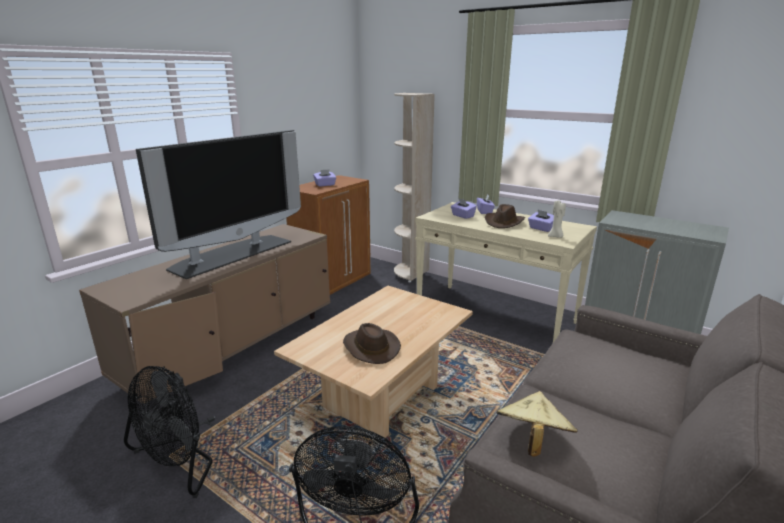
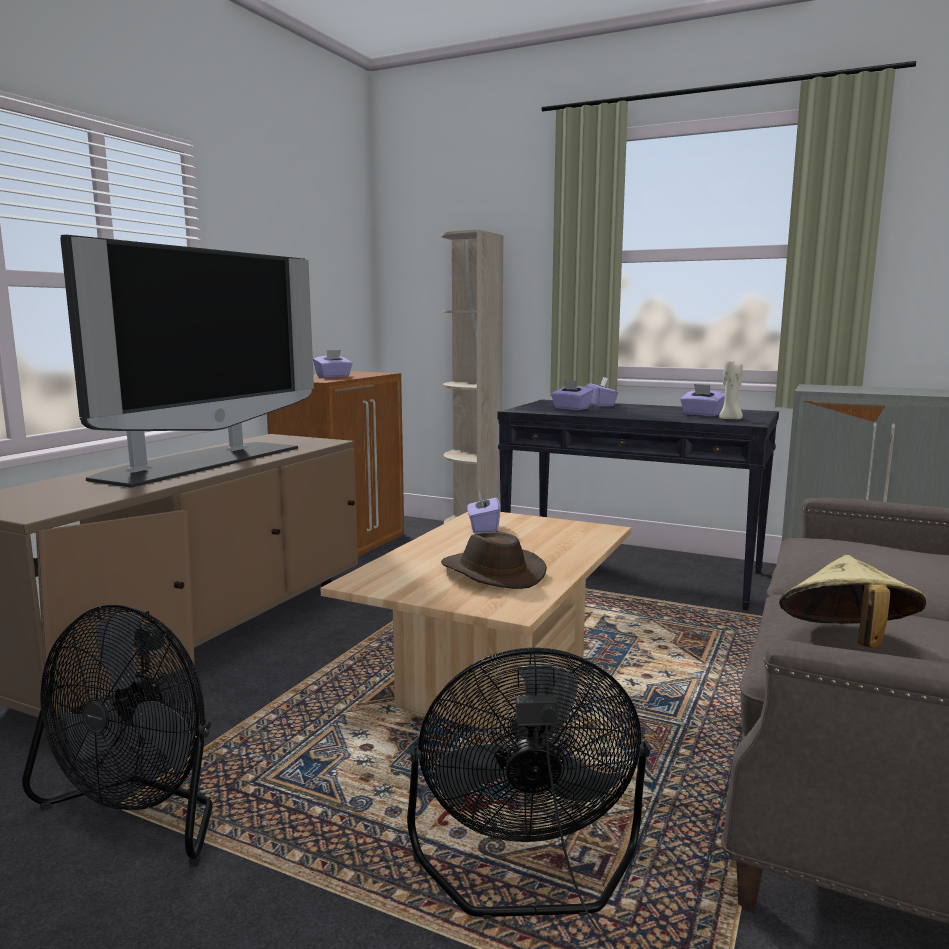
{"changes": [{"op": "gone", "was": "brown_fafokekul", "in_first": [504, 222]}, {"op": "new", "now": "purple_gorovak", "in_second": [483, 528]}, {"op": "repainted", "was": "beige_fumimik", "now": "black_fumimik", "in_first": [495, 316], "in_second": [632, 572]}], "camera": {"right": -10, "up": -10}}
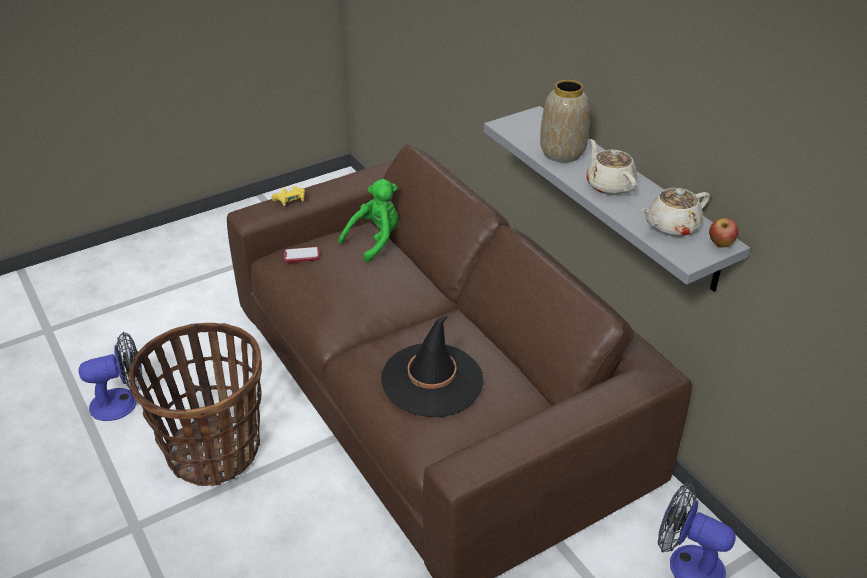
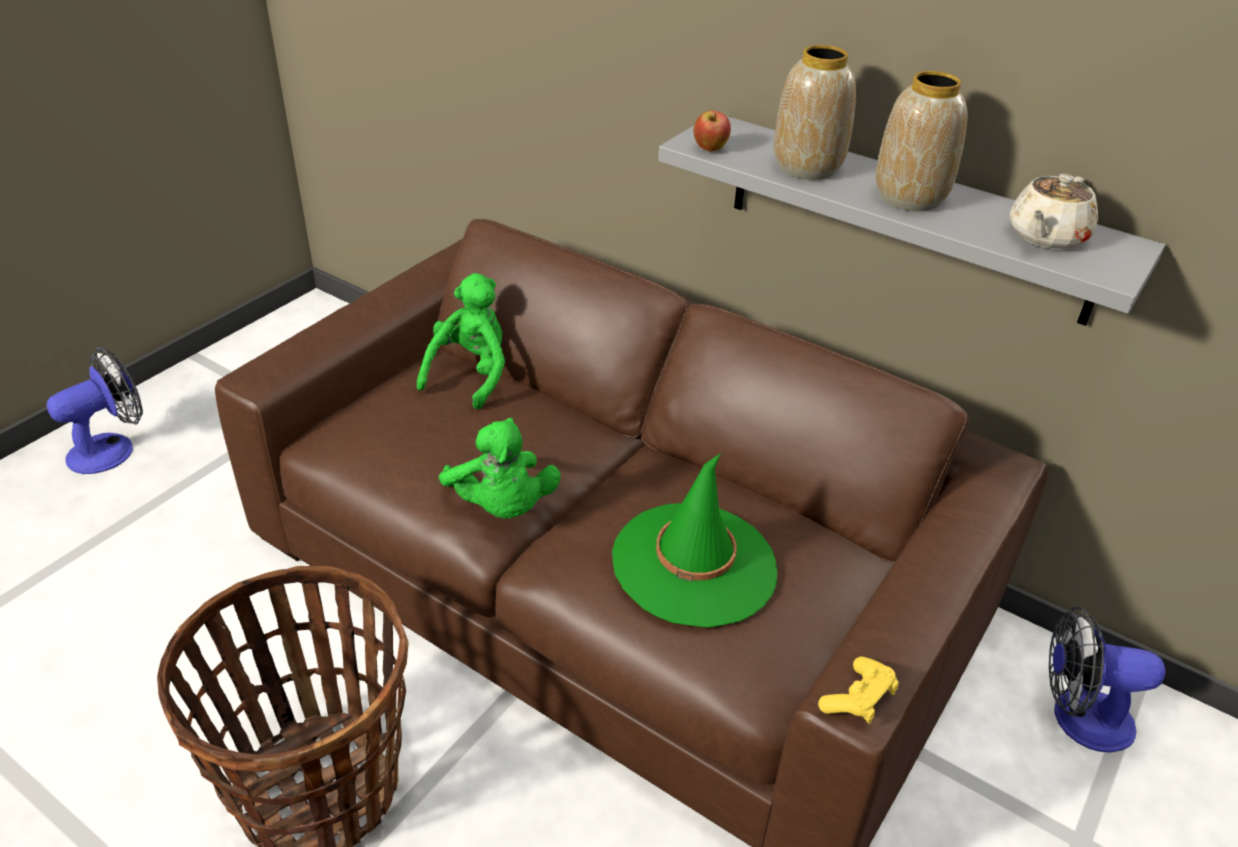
{"changes": [{"op": "gone", "was": "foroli", "in_first": [301, 256]}, {"op": "new", "now": "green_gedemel", "in_second": [502, 507]}, {"op": "shifted", "was": "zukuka", "in_first": [122, 402], "in_second": [112, 448]}, {"op": "shifted", "was": "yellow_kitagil", "in_first": [290, 201], "in_second": [858, 699]}, {"op": "shifted", "was": "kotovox", "in_first": [720, 244], "in_second": [710, 149]}, {"op": "swapped", "was": "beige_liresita", "now": "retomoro", "in_first": [609, 185], "in_second": [911, 198]}, {"op": "repainted", "was": "black_fafokekul", "now": "green_fafokekul", "in_first": [432, 380], "in_second": [694, 564]}], "camera": {"right": -25, "up": 0}}
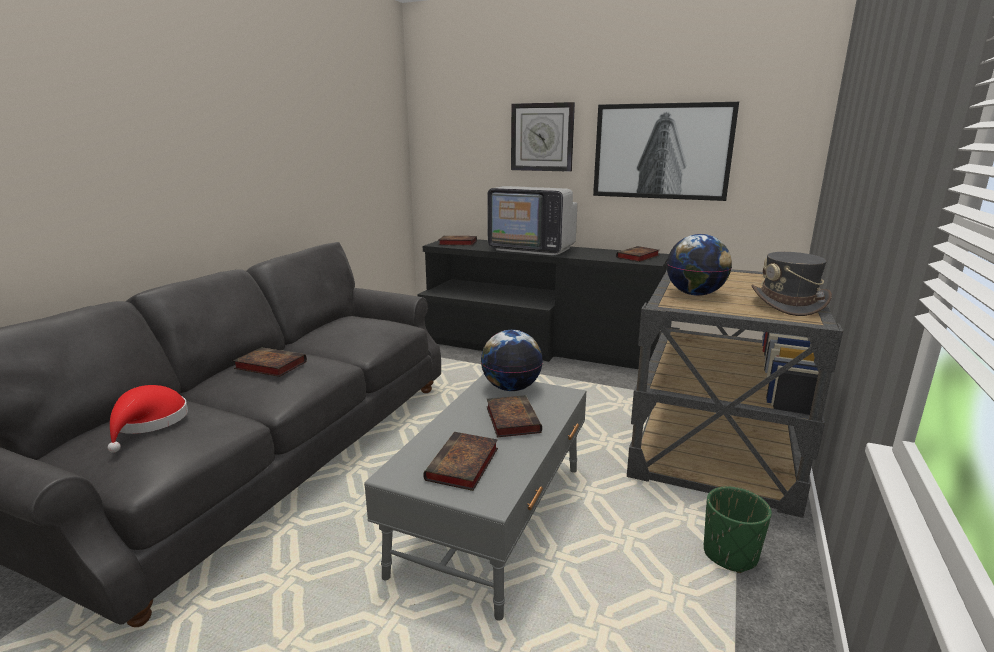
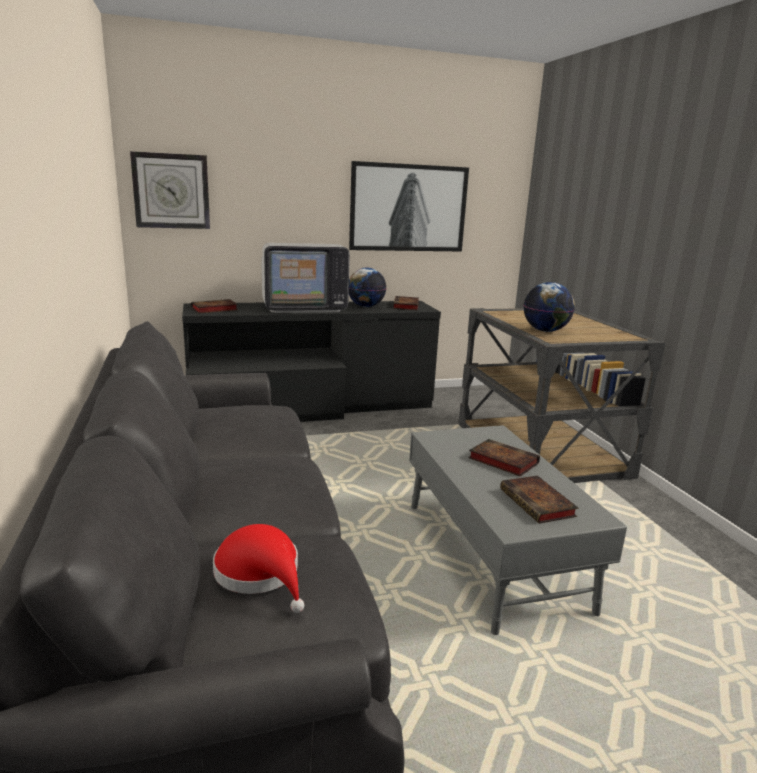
{"changes": [{"op": "gone", "was": "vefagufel", "in_first": [269, 365]}, {"op": "gone", "was": "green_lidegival", "in_first": [730, 554]}, {"op": "gone", "was": "grey_fafokekul", "in_first": [788, 304]}, {"op": "shifted", "was": "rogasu", "in_first": [511, 388], "in_second": [365, 306]}, {"op": "shifted", "was": "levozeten", "in_first": [542, 137], "in_second": [171, 191]}], "camera": {"right": -40, "up": 0}}
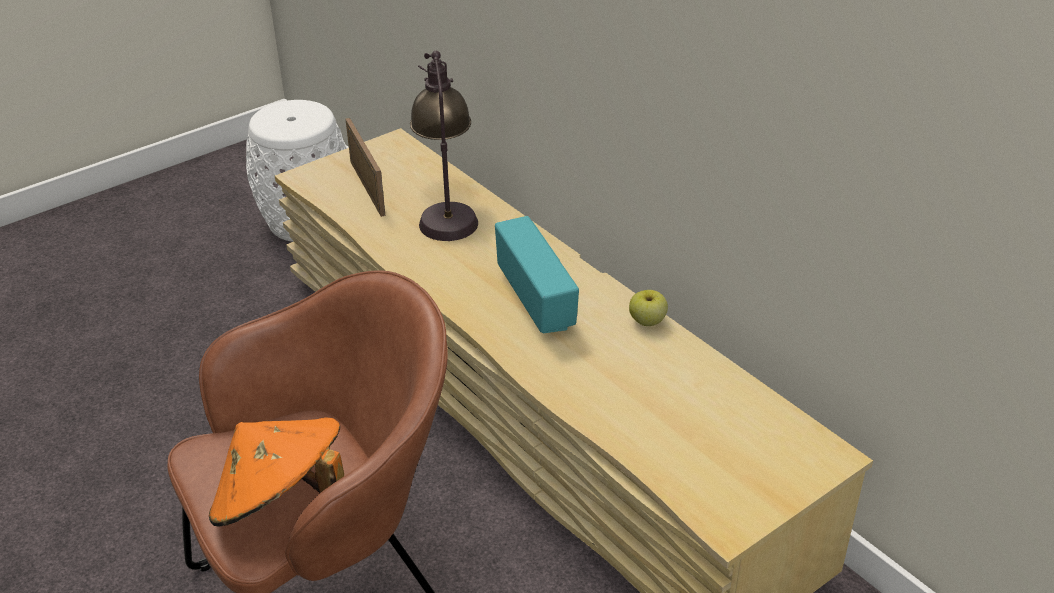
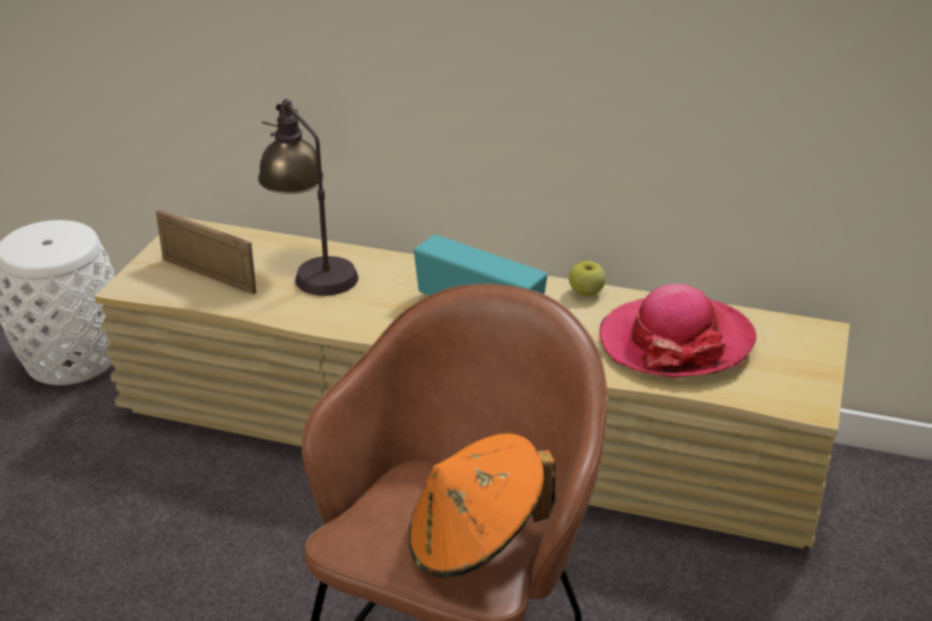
{"changes": [{"op": "new", "now": "fafokekul", "in_second": [676, 342]}], "camera": {"right": -35, "up": -5}}
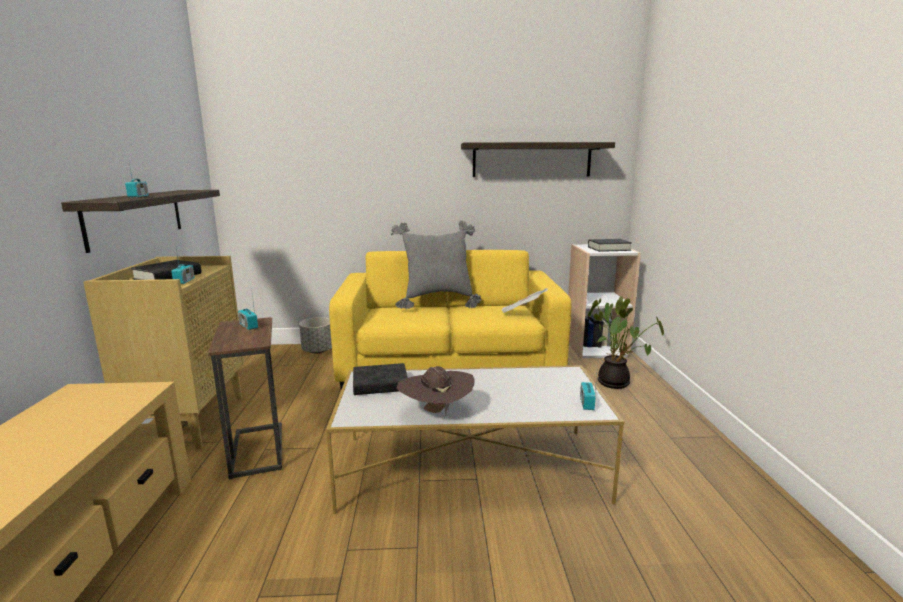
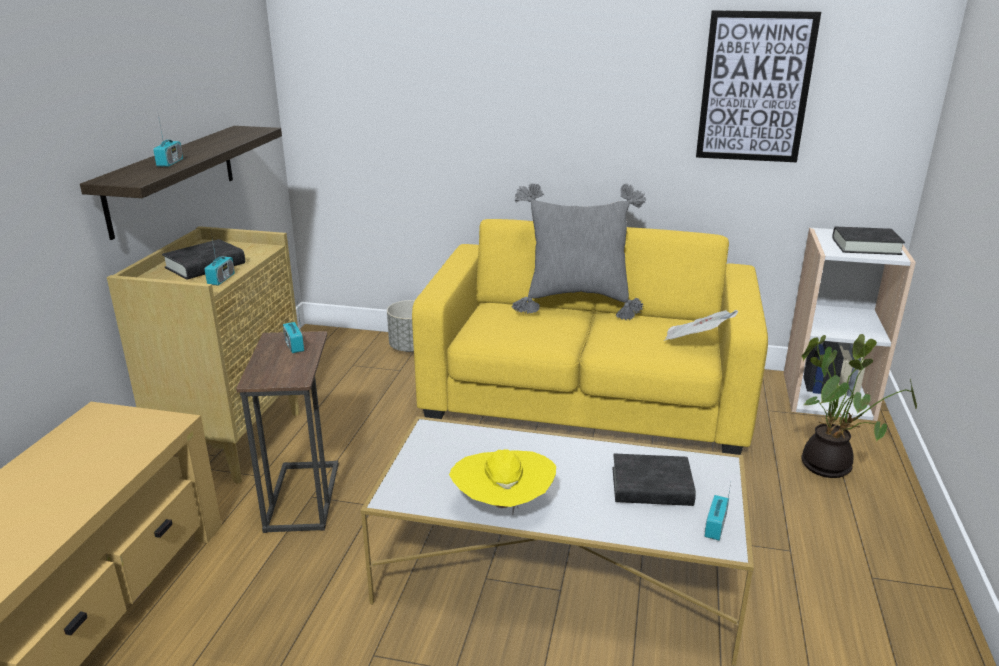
{"changes": [{"op": "shifted", "was": "black_vefagufel", "in_first": [380, 384], "in_second": [651, 487]}, {"op": "swapped", "was": "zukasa", "now": "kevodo", "in_first": [531, 160], "in_second": [755, 87]}, {"op": "repainted", "was": "brown_fafokekul", "now": "yellow_fafokekul", "in_first": [436, 412], "in_second": [503, 506]}], "camera": {"right": 15, "up": 10}}
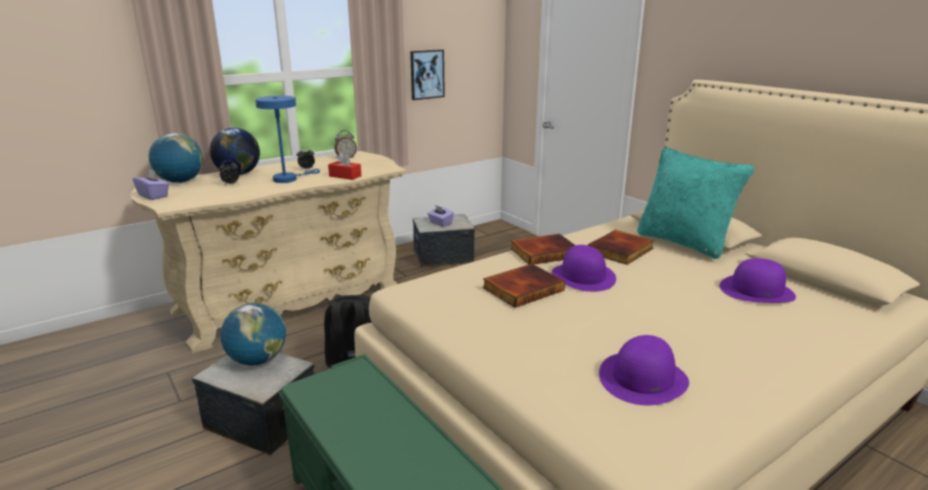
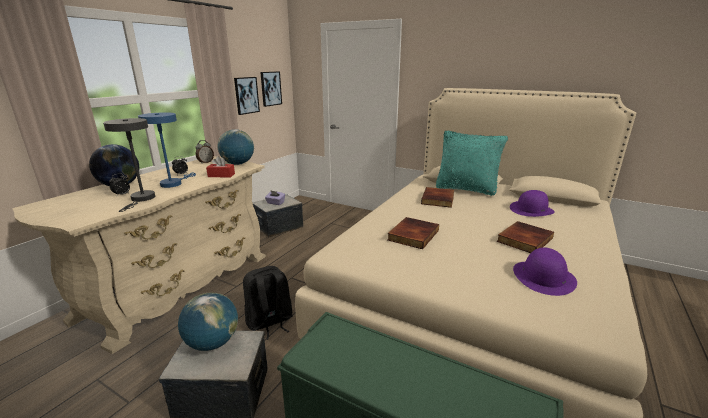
{"changes": [{"op": "gone", "was": "purple_gorovak", "in_first": [153, 196]}, {"op": "gone", "was": "purple_fafokekul", "in_first": [583, 277]}, {"op": "new", "now": "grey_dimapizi", "in_second": [141, 199]}, {"op": "new", "now": "kevodo", "in_second": [270, 88]}, {"op": "shifted", "was": "rogasu", "in_first": [180, 182], "in_second": [238, 164]}, {"op": "shifted", "was": "vefagufel", "in_first": [544, 252], "in_second": [523, 239]}], "camera": {"right": -25, "up": 0}}
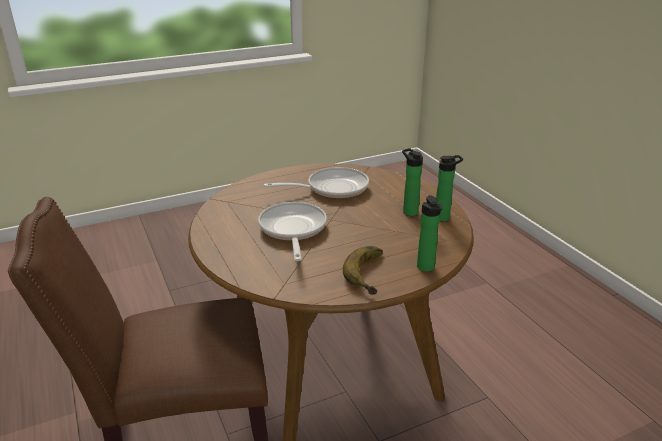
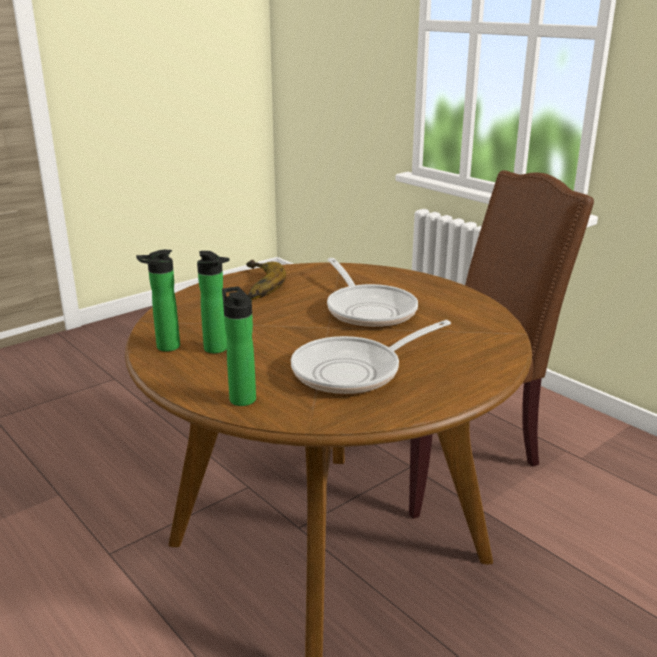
{"changes": [{"op": "shifted", "was": "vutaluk", "in_first": [426, 268], "in_second": [241, 397]}], "camera": {"right": 165, "up": -5}}
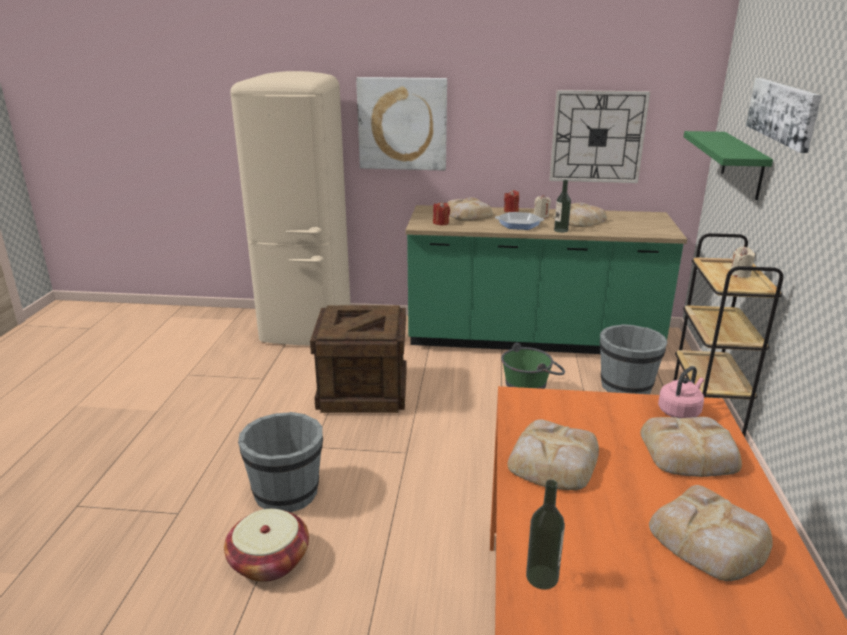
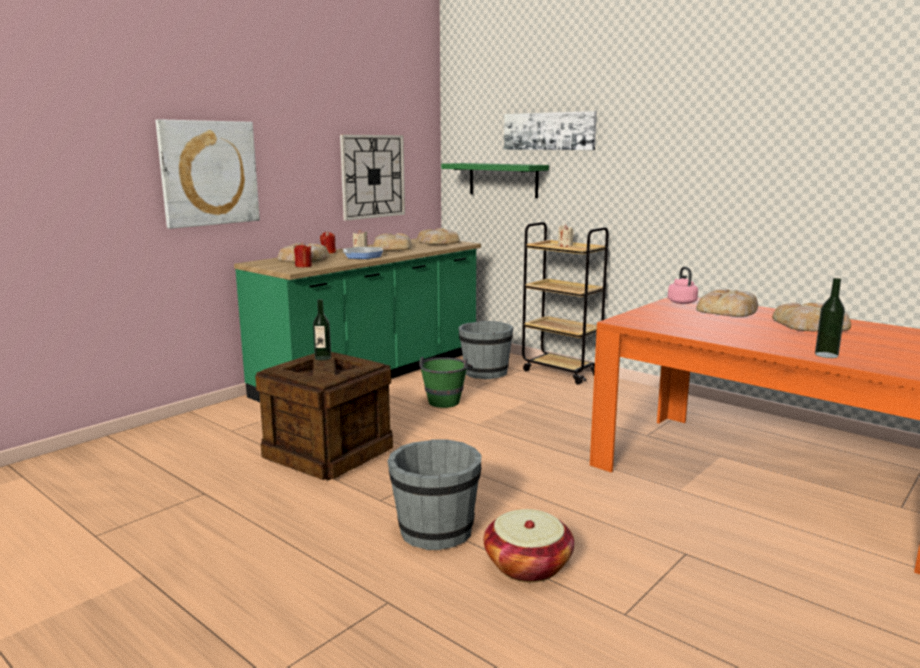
{"changes": [{"op": "gone", "was": "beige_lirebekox", "in_first": [306, 329]}, {"op": "shifted", "was": "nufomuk", "in_first": [552, 462], "in_second": [438, 242]}, {"op": "shifted", "was": "vutaluk", "in_first": [561, 230], "in_second": [323, 358]}], "camera": {"right": -55, "up": -10}}
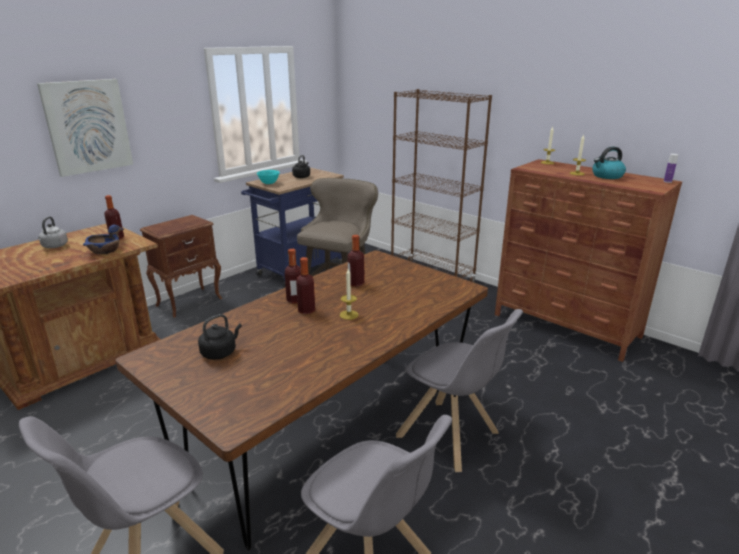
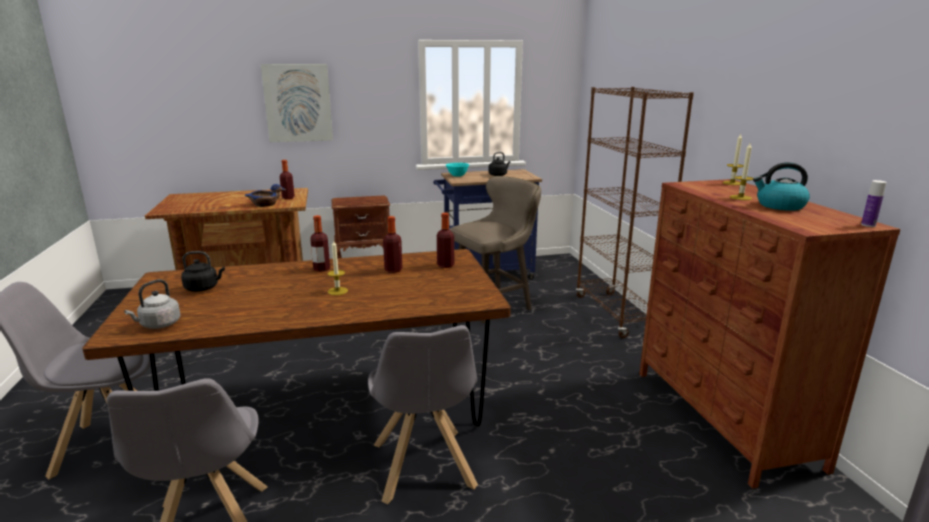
{"changes": [{"op": "shifted", "was": "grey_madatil", "in_first": [54, 246], "in_second": [158, 325]}, {"op": "shifted", "was": "vutaluk", "in_first": [306, 310], "in_second": [445, 265]}], "camera": {"right": 35, "up": -5}}
